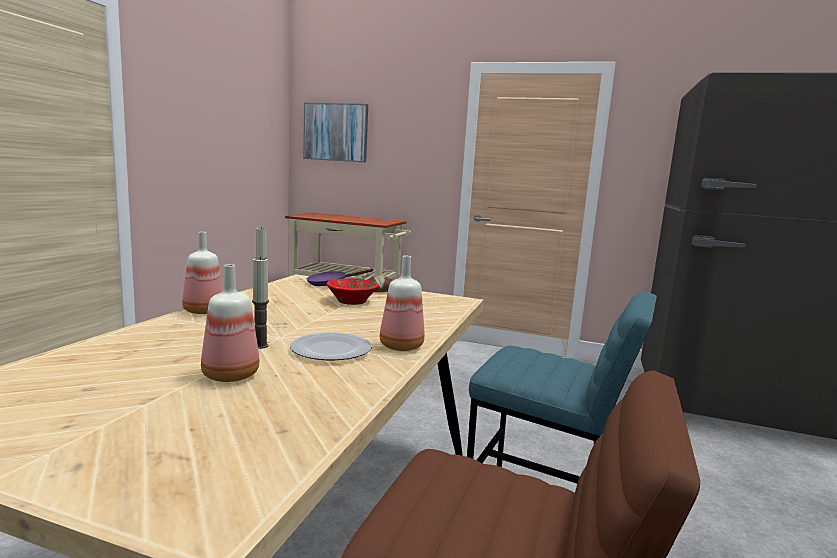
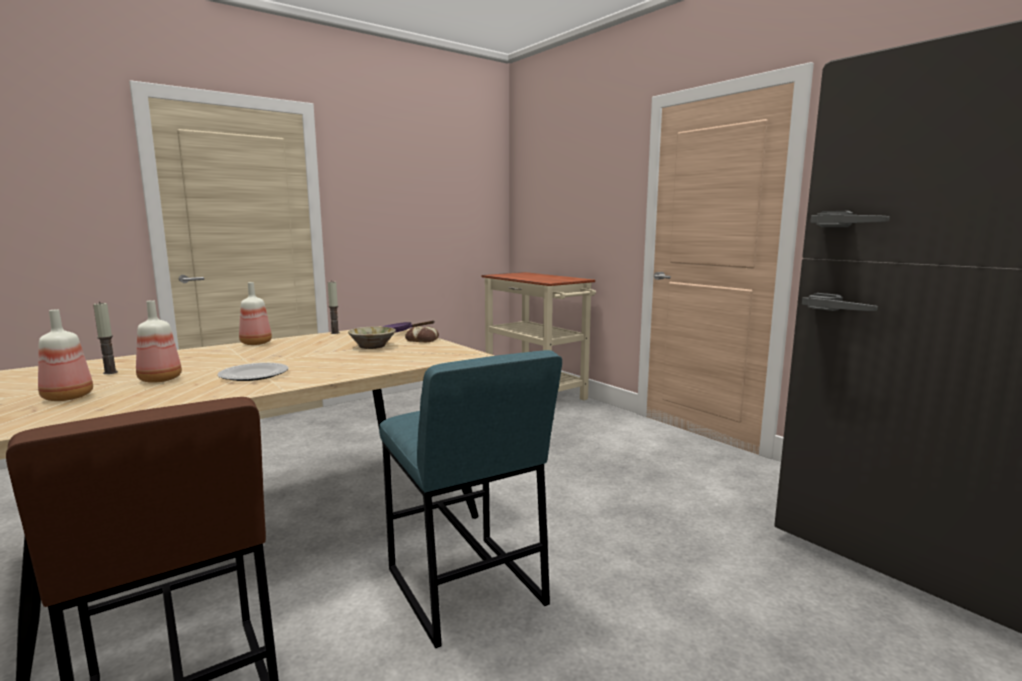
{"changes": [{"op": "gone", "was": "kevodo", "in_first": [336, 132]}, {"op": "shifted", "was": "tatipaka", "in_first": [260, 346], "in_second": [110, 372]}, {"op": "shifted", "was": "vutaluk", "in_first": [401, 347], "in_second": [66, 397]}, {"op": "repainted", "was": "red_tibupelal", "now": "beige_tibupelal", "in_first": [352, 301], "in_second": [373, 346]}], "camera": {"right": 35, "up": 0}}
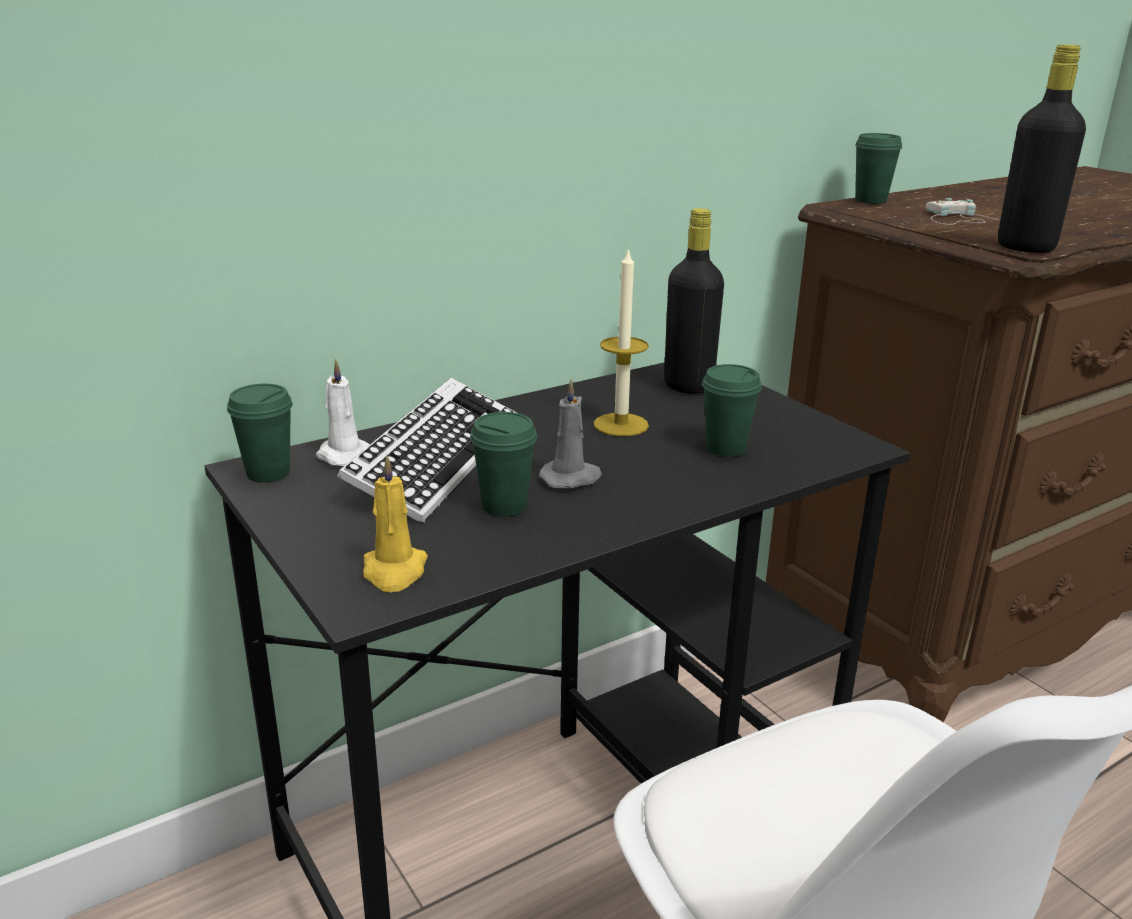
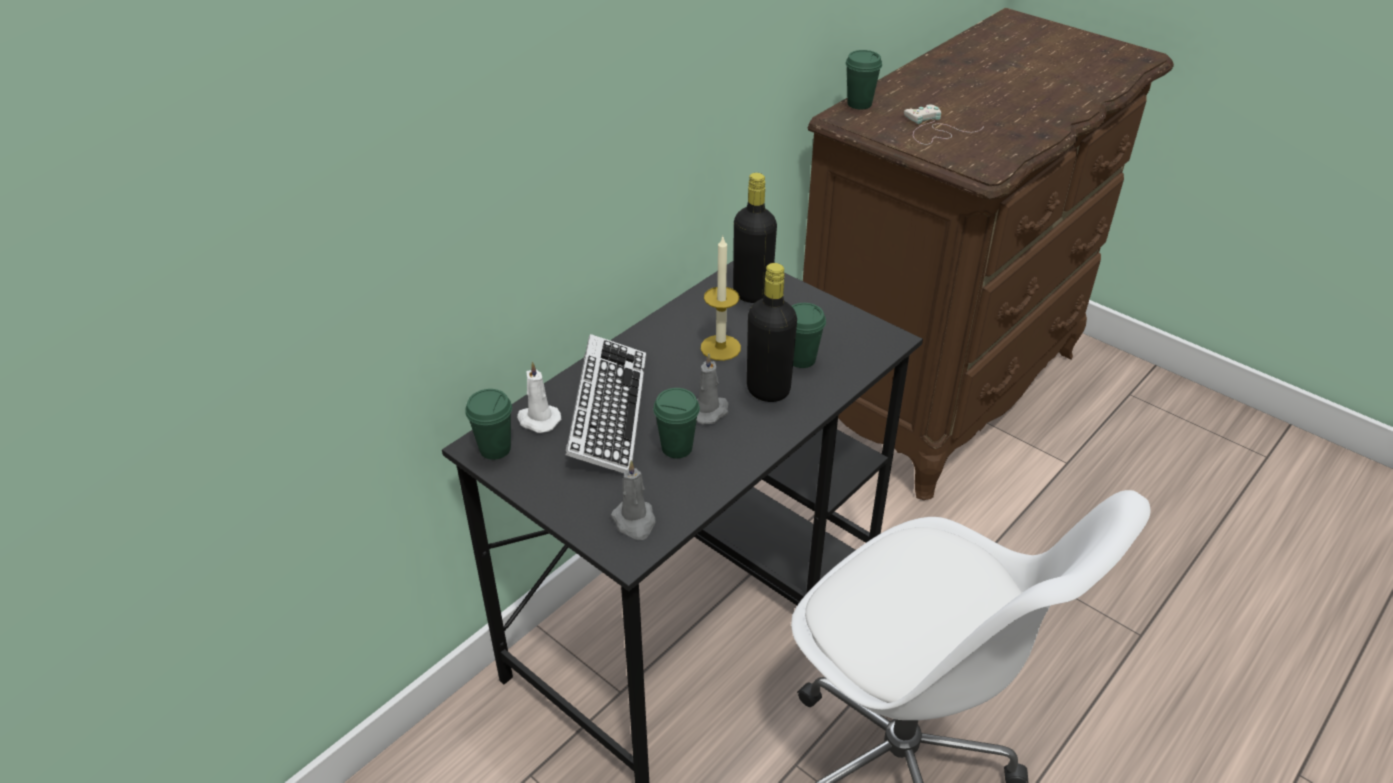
{"changes": [{"op": "shifted", "was": "black_vutaluk", "in_first": [1025, 247], "in_second": [768, 390]}, {"op": "repainted", "was": "yellow_tatipaka", "now": "grey_tatipaka", "in_first": [394, 571], "in_second": [635, 522]}], "camera": {"right": -15, "up": 15}}
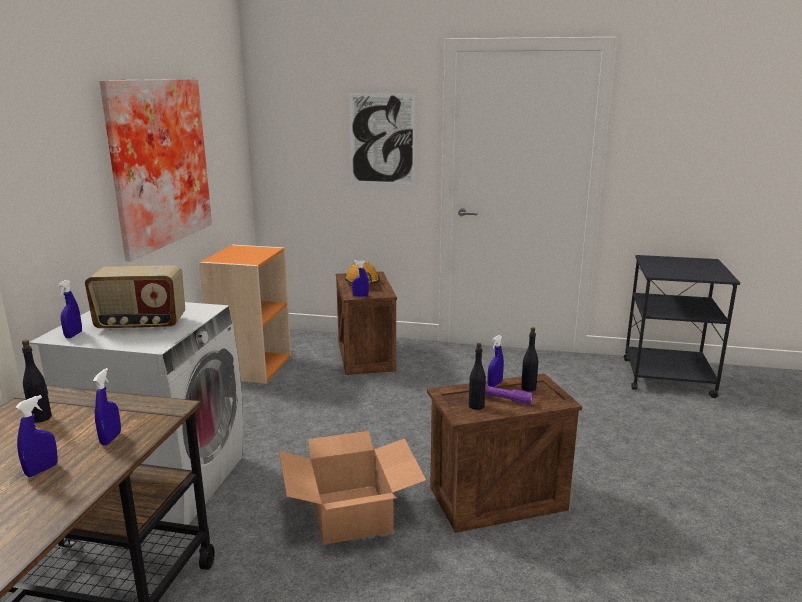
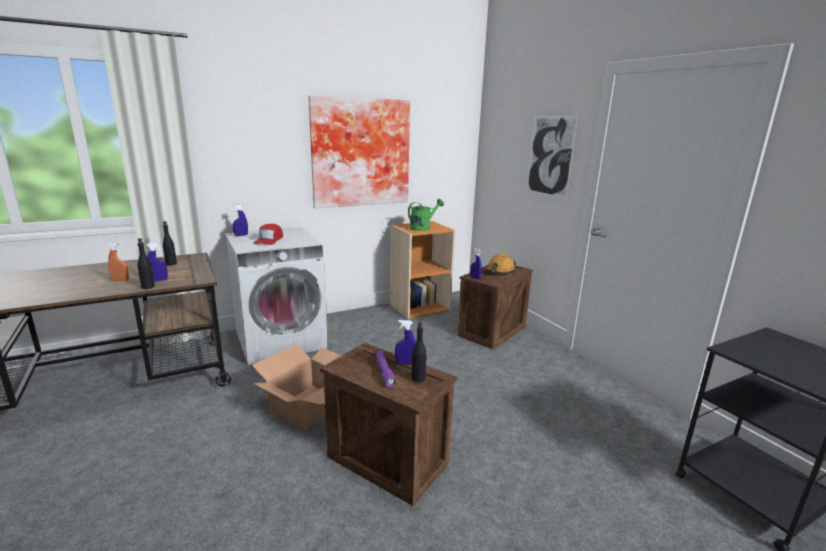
{"changes": [{"op": "new", "now": "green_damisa", "in_second": [423, 228]}, {"op": "shifted", "was": "black_vutaluk", "in_first": [476, 406], "in_second": [148, 287]}, {"op": "swapped", "was": "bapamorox", "now": "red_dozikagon", "in_first": [141, 325], "in_second": [269, 240]}, {"op": "repainted", "was": "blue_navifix", "now": "orange_navifix", "in_first": [42, 470], "in_second": [120, 280]}], "camera": {"right": 50, "up": 0}}
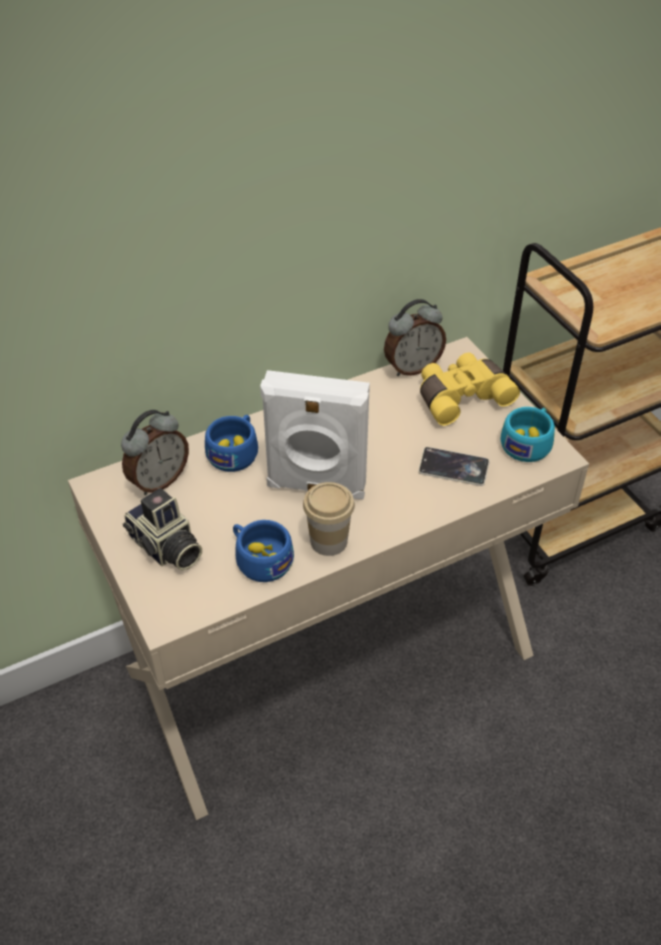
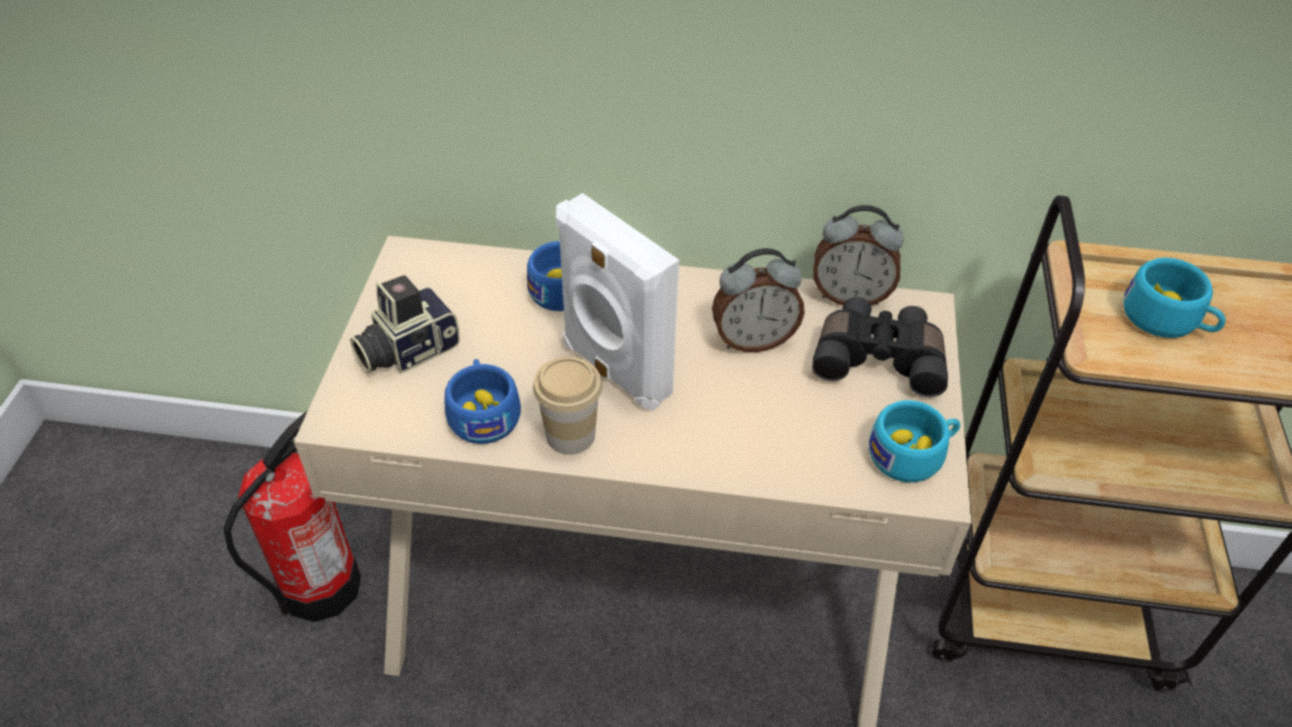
{"changes": [{"op": "gone", "was": "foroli", "in_first": [453, 469]}, {"op": "new", "now": "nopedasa", "in_second": [319, 587]}, {"op": "new", "now": "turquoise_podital", "in_second": [1167, 320]}, {"op": "shifted", "was": "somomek", "in_first": [158, 480], "in_second": [753, 340]}, {"op": "repainted", "was": "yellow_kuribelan", "now": "black_kuribelan", "in_first": [461, 396], "in_second": [878, 357]}, {"op": "rotated", "was": "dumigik", "in_first": [165, 548], "in_second": [406, 349], "clockwise": 60}], "camera": {"right": 35, "up": 0}}
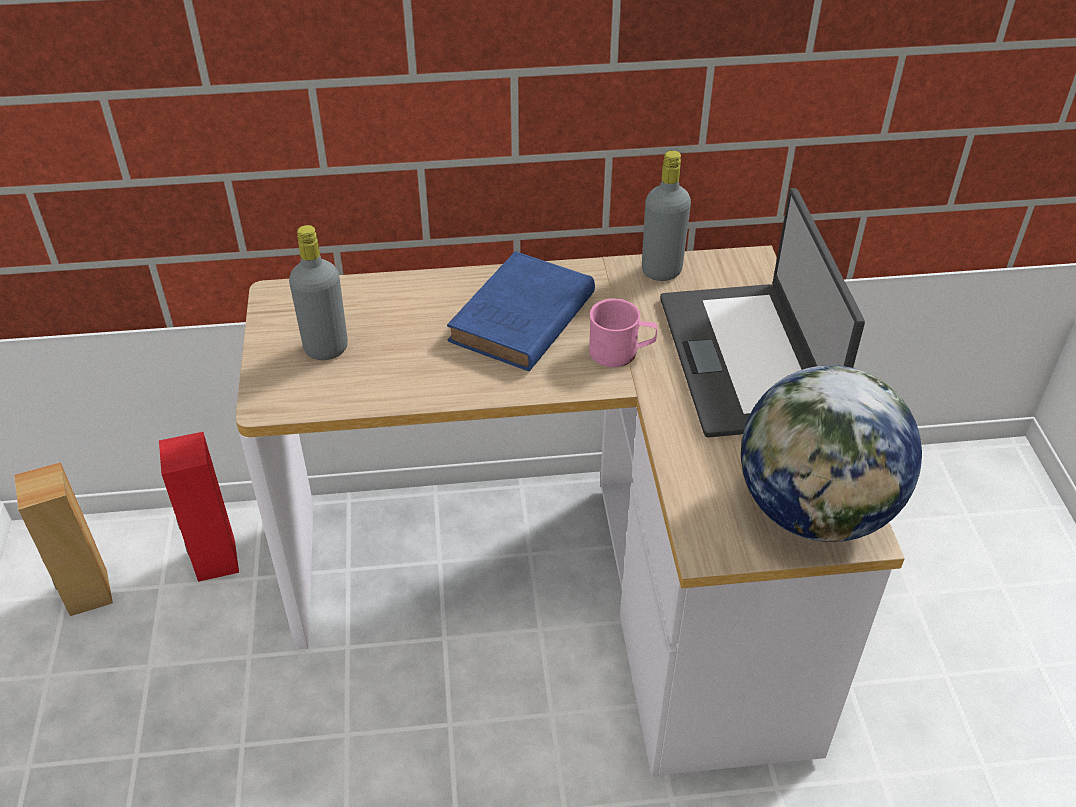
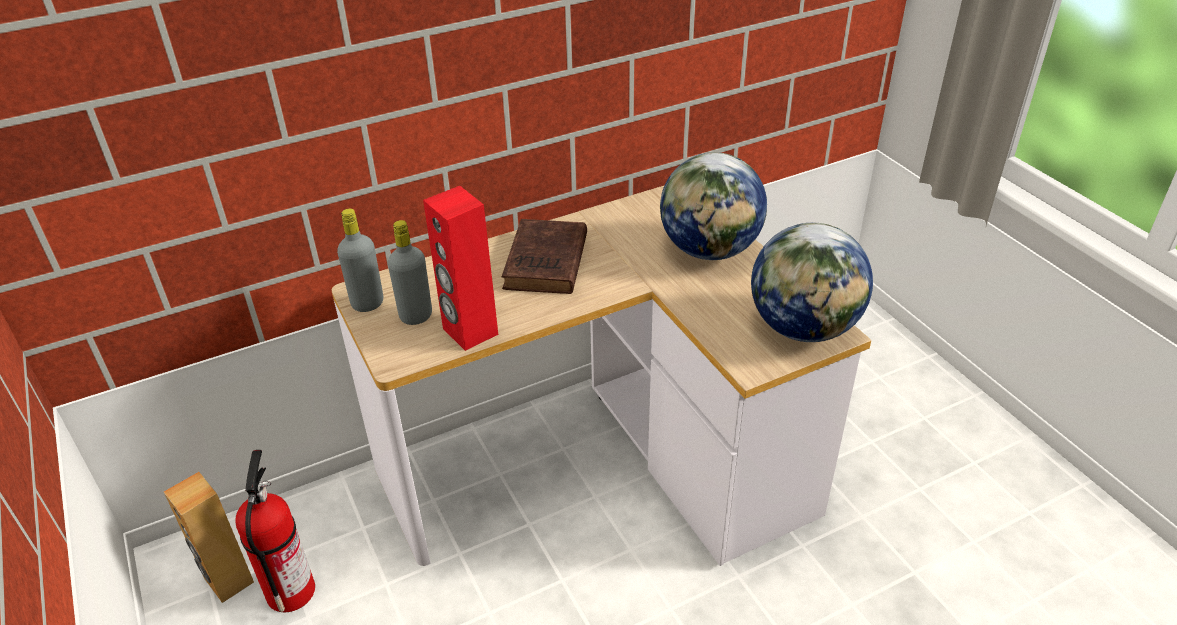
{"changes": [{"op": "gone", "was": "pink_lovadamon", "in_first": [621, 352]}, {"op": "new", "now": "nopedasa", "in_second": [290, 590]}, {"op": "shifted", "was": "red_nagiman", "in_first": [215, 560], "in_second": [469, 332]}, {"op": "shifted", "was": "grey_vutaluk", "in_first": [661, 271], "in_second": [367, 303]}, {"op": "swapped", "was": "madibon", "now": "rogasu", "in_first": [747, 359], "in_second": [710, 250]}, {"op": "repainted", "was": "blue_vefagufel", "now": "brown_vefagufel", "in_first": [520, 320], "in_second": [545, 264]}], "camera": {"right": -20, "up": -5}}
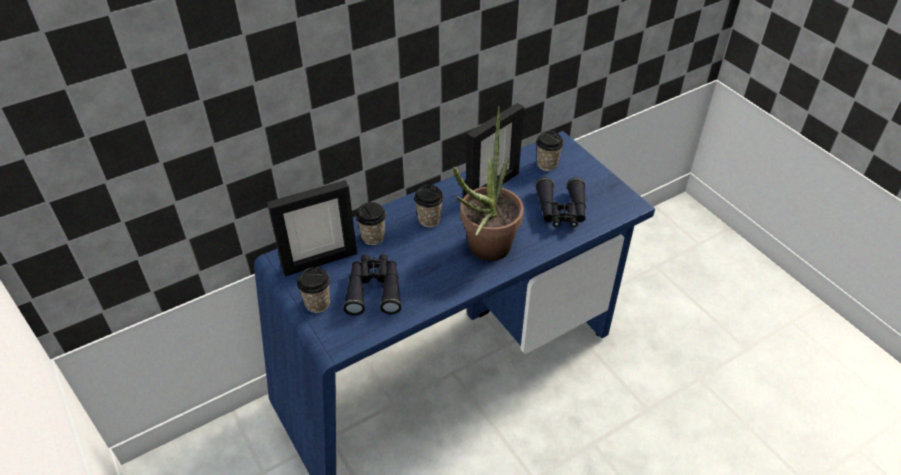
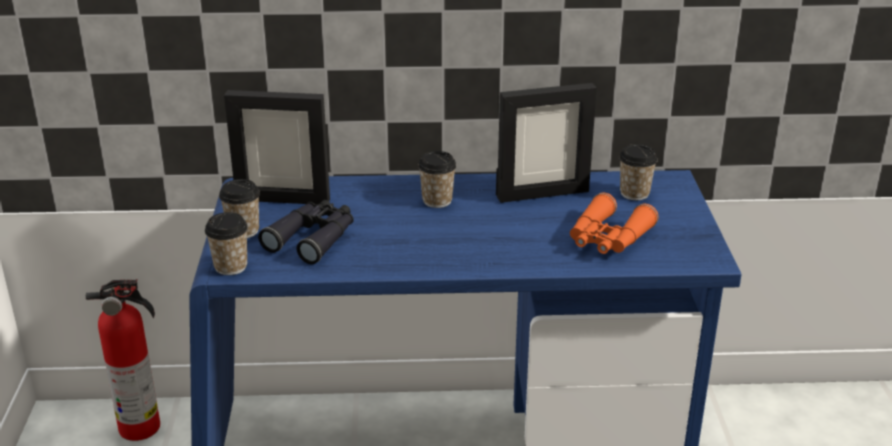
{"changes": [{"op": "gone", "was": "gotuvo", "in_first": [484, 252]}, {"op": "new", "now": "nopedasa", "in_second": [142, 427]}, {"op": "shifted", "was": "podital", "in_first": [373, 237], "in_second": [230, 266]}, {"op": "repainted", "was": "black_kuribelan", "now": "orange_kuribelan", "in_first": [561, 210], "in_second": [608, 238]}], "camera": {"right": 30, "up": -15}}
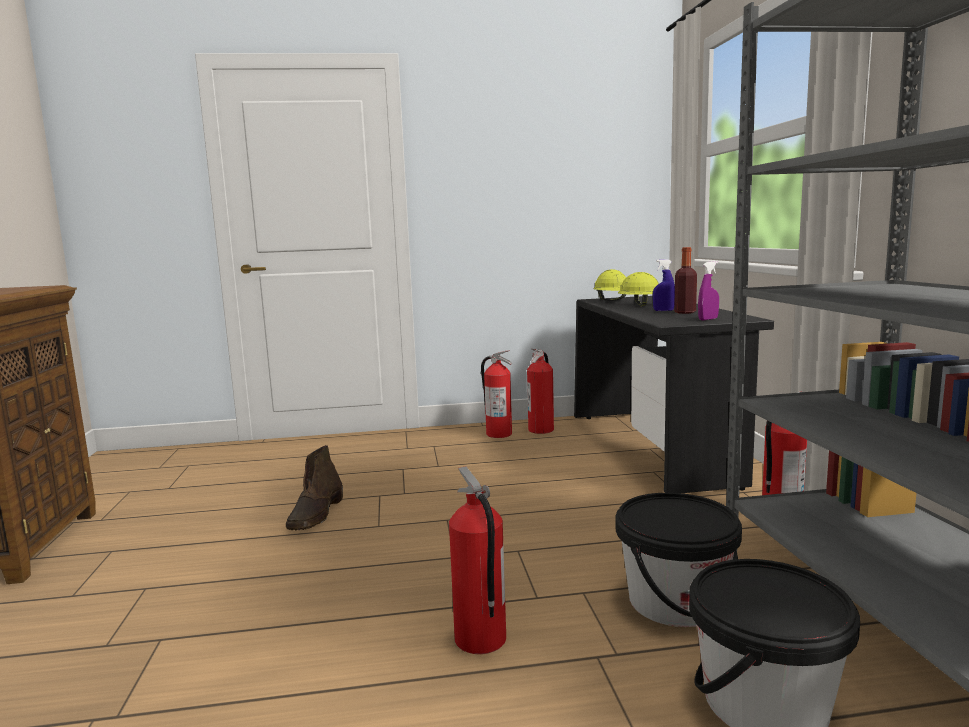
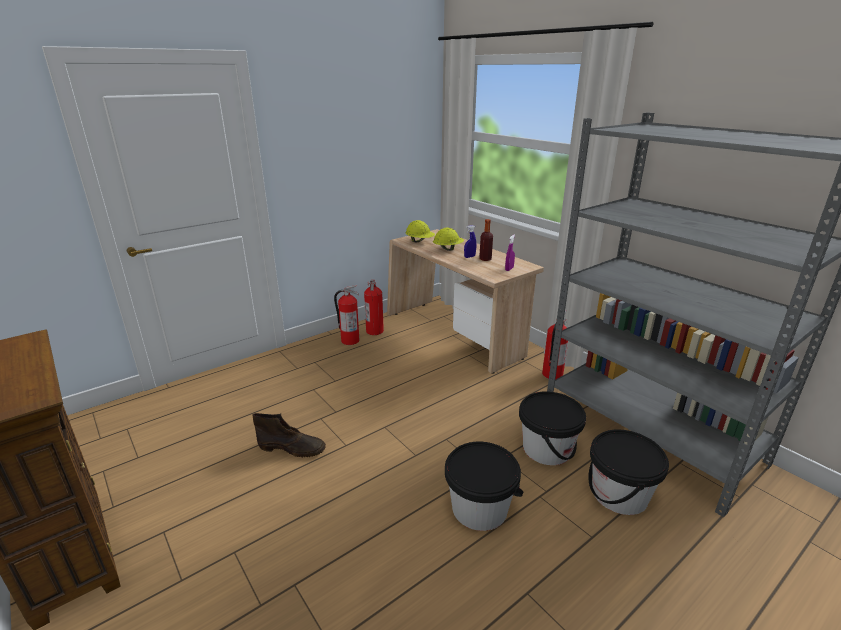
{"changes": [{"op": "swapped", "was": "nopedasa", "now": "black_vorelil", "in_first": [480, 640], "in_second": [479, 508]}, {"op": "repainted", "was": "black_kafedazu", "now": "beige_kafedazu", "in_first": [653, 448], "in_second": [454, 335]}, {"op": "rotated", "was": "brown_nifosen", "in_first": [316, 515], "in_second": [292, 448], "clockwise": -60}], "camera": {"right": -30, "up": 15}}
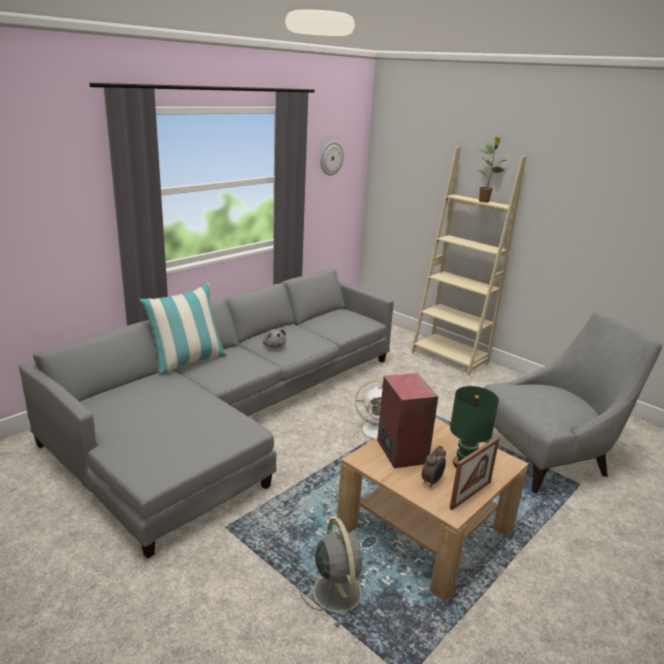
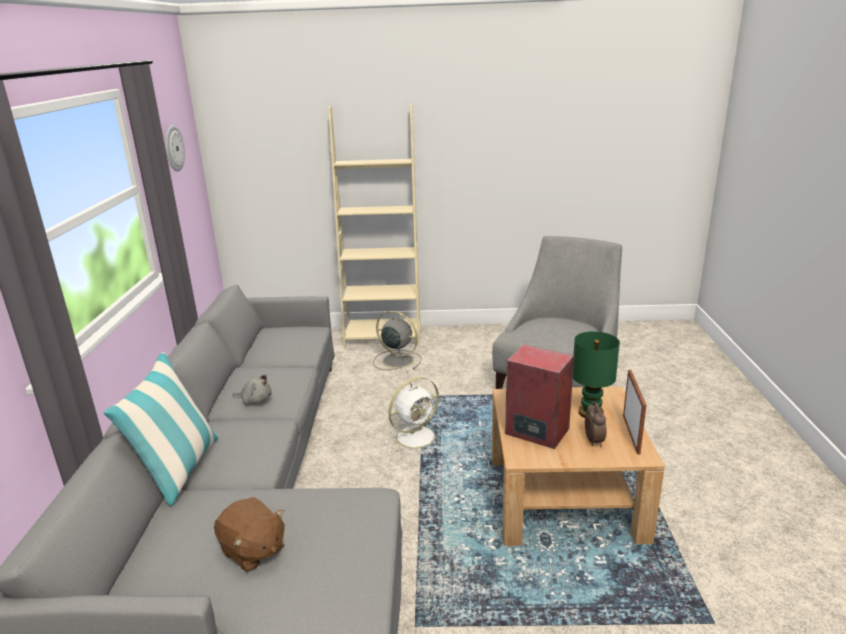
{"changes": [{"op": "gone", "was": "gotuvo", "in_first": [484, 201]}, {"op": "new", "now": "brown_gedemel", "in_second": [253, 551]}, {"op": "shifted", "was": "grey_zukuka", "in_first": [336, 590], "in_second": [396, 360]}], "camera": {"right": -40, "up": 0}}
